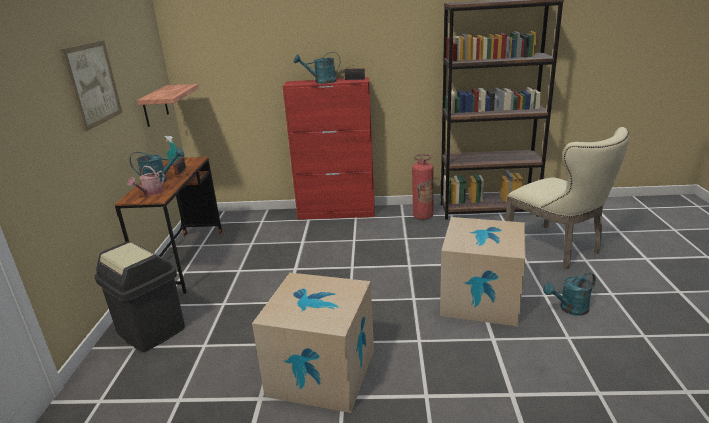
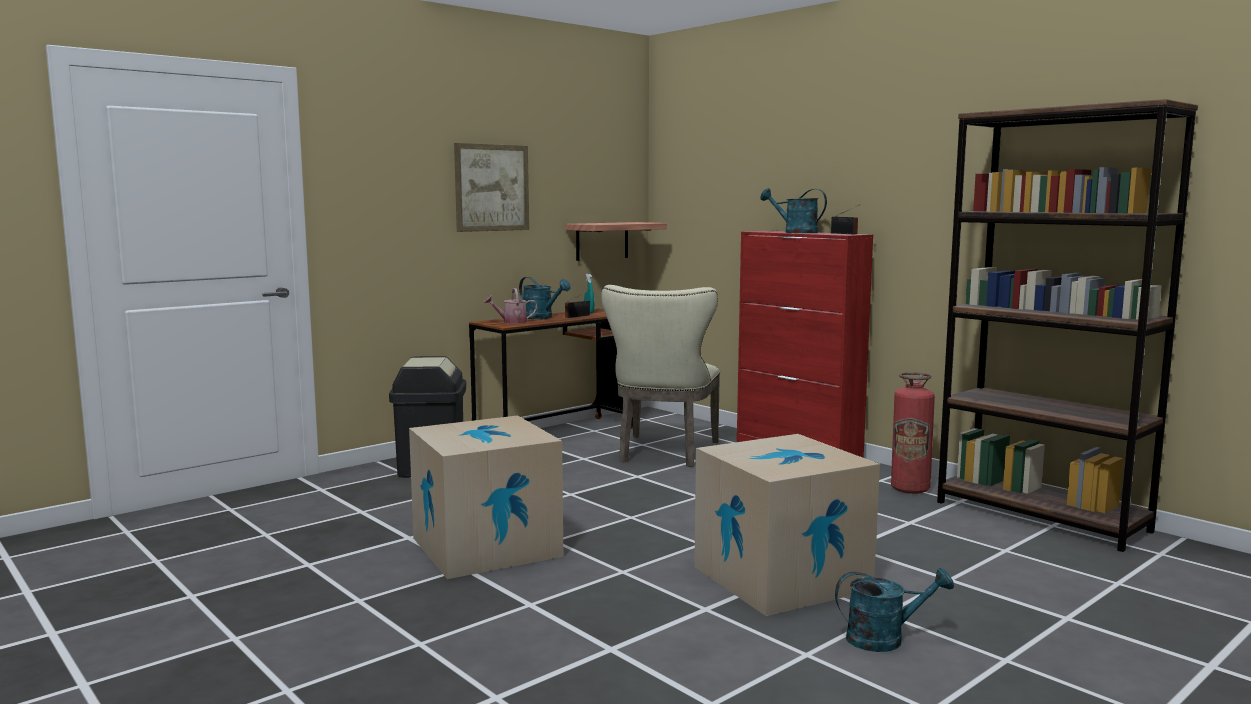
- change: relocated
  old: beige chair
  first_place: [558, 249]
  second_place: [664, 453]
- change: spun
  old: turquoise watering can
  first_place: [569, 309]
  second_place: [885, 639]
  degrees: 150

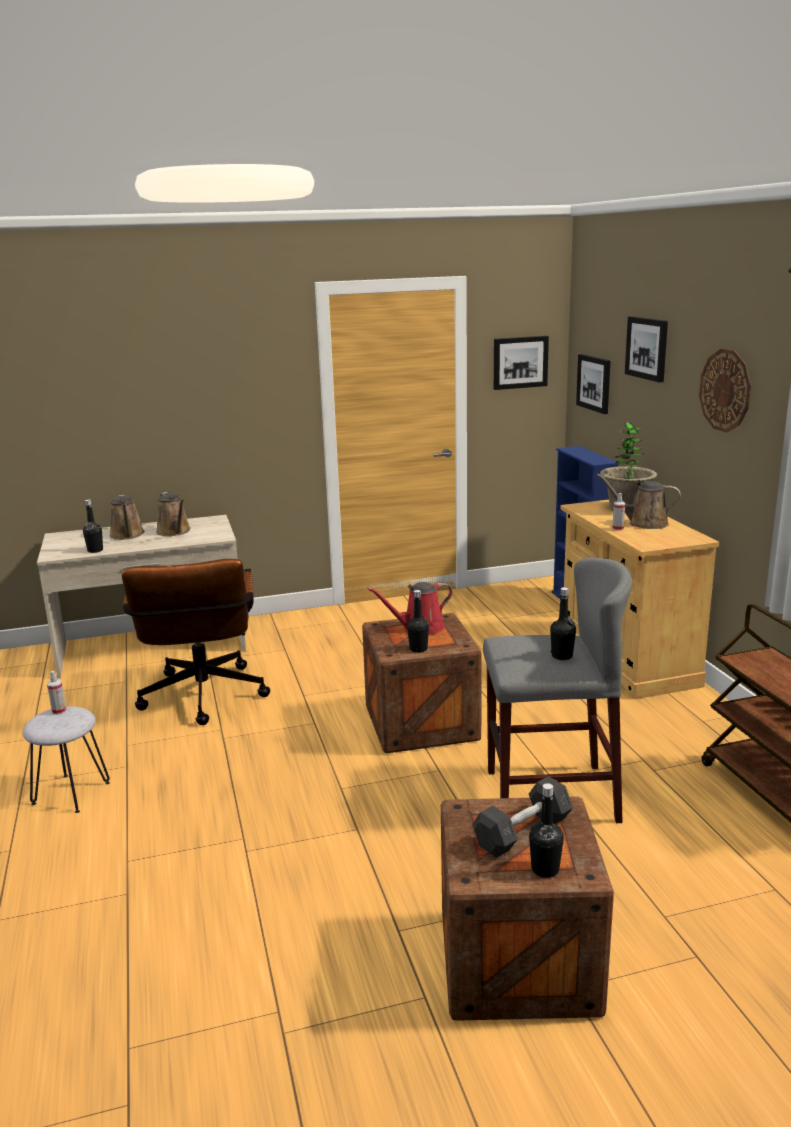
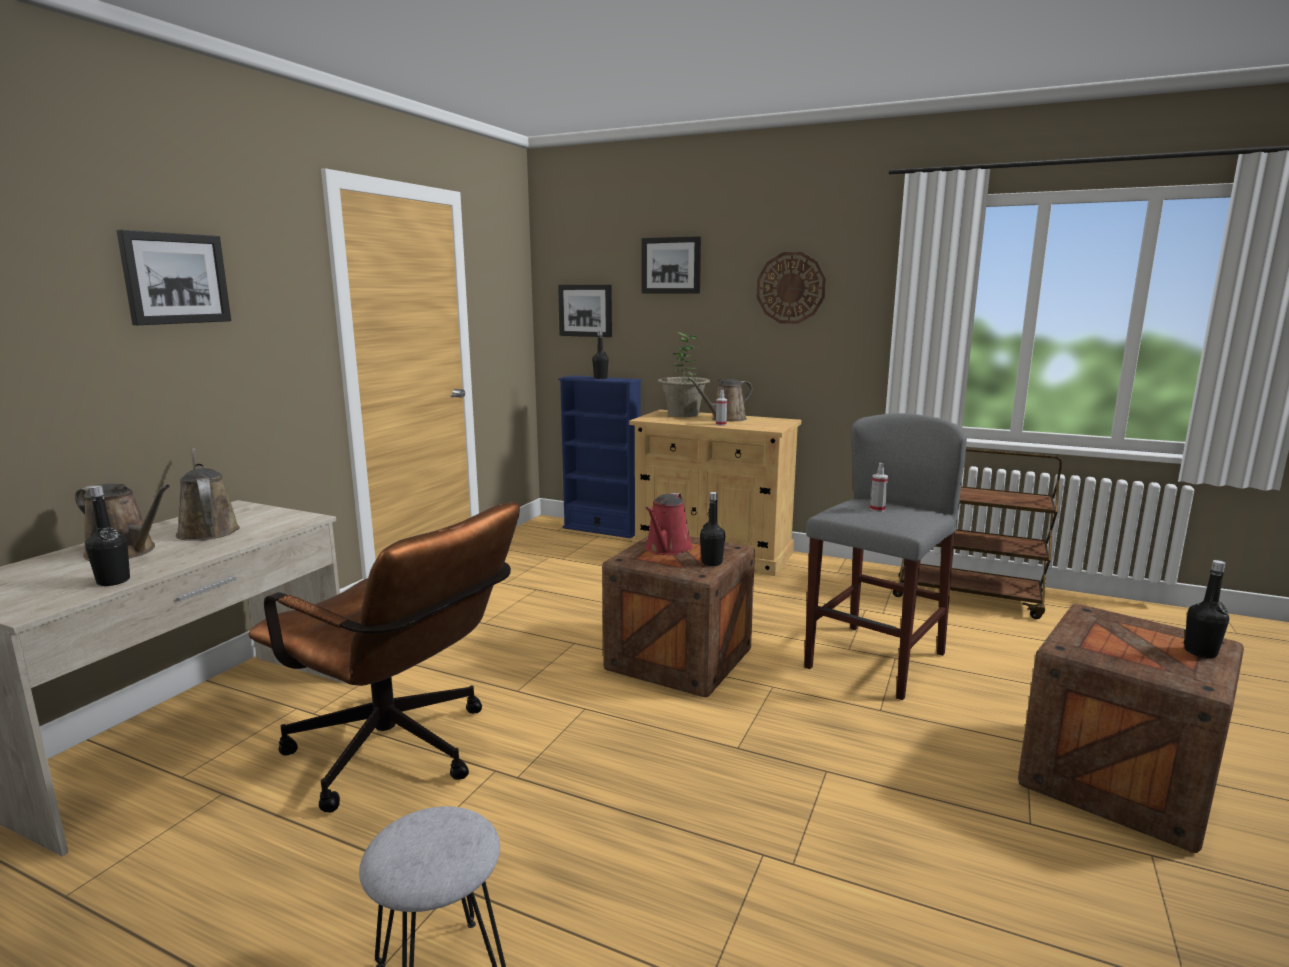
- change: relocated
  old: spray bottle
  first_place: [59, 711]
  second_place: [877, 509]
- change: spun
  old: brown watering can
  first_place: [175, 532]
  second_place: [207, 530]
  degrees: -135
- change: missing
  old: grey dumbbell
  first_place: [522, 832]
- change: relocated
  old: picture
  first_place: [520, 362]
  second_place: [175, 278]
- change: relocated
  old: black bottle
  first_place: [562, 656]
  second_place: [600, 378]

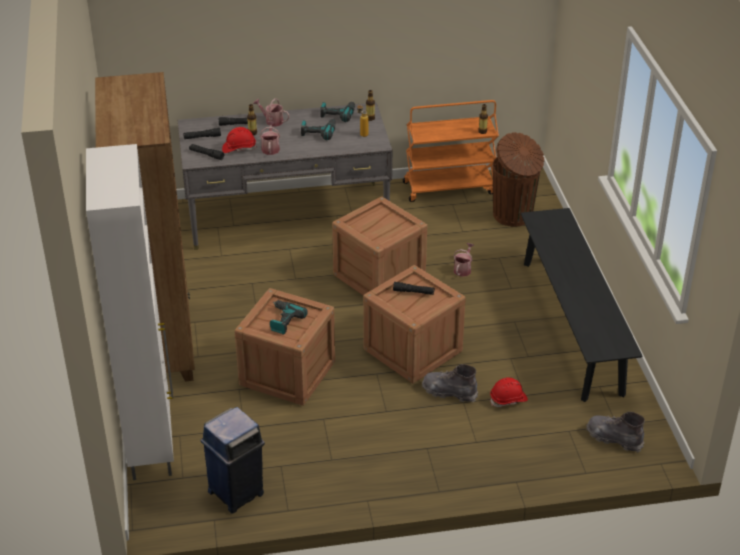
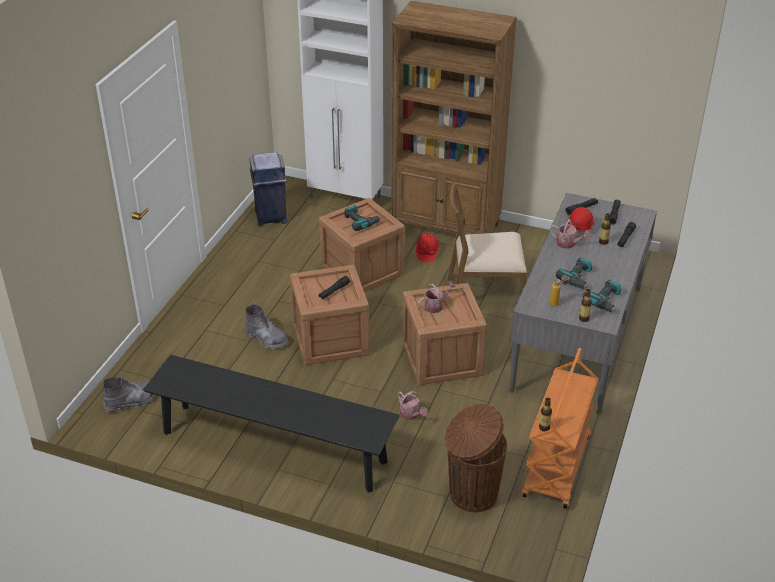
- change: relocated
  old: watering can
  first_place: [272, 121]
  second_place: [436, 306]
- change: spun
  old: grey boot
  first_place: [449, 392]
  second_place: [266, 339]
  degrees: 75
- change: relocated
  old: red hard hat
  first_place: [508, 399]
  second_place: [426, 253]
- change: appeared
  new: brown chair
  second_place: [484, 293]

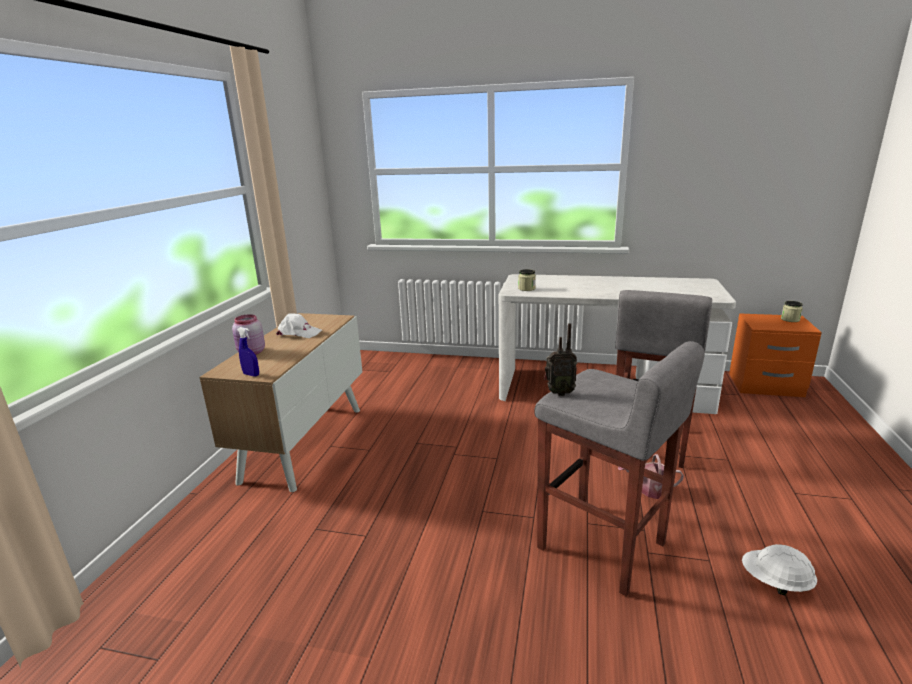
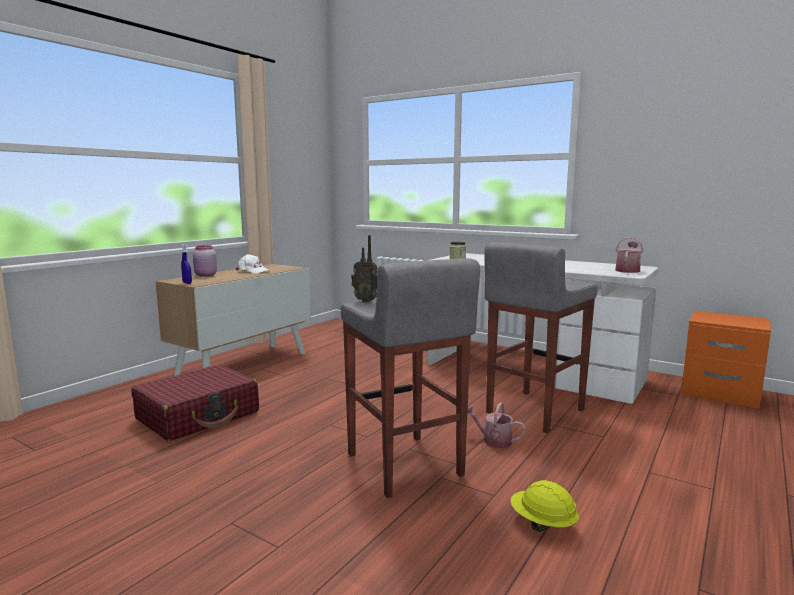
- change: colour
  old: white hard hat
  new: yellow hard hat
  first_place: [775, 583]
  second_place: [542, 524]
- change: missing
  old: jar
  first_place: [790, 319]
- change: appeared
  new: red suitcase
  second_place: [198, 415]
- change: appeared
  new: watering can
  second_place: [628, 270]

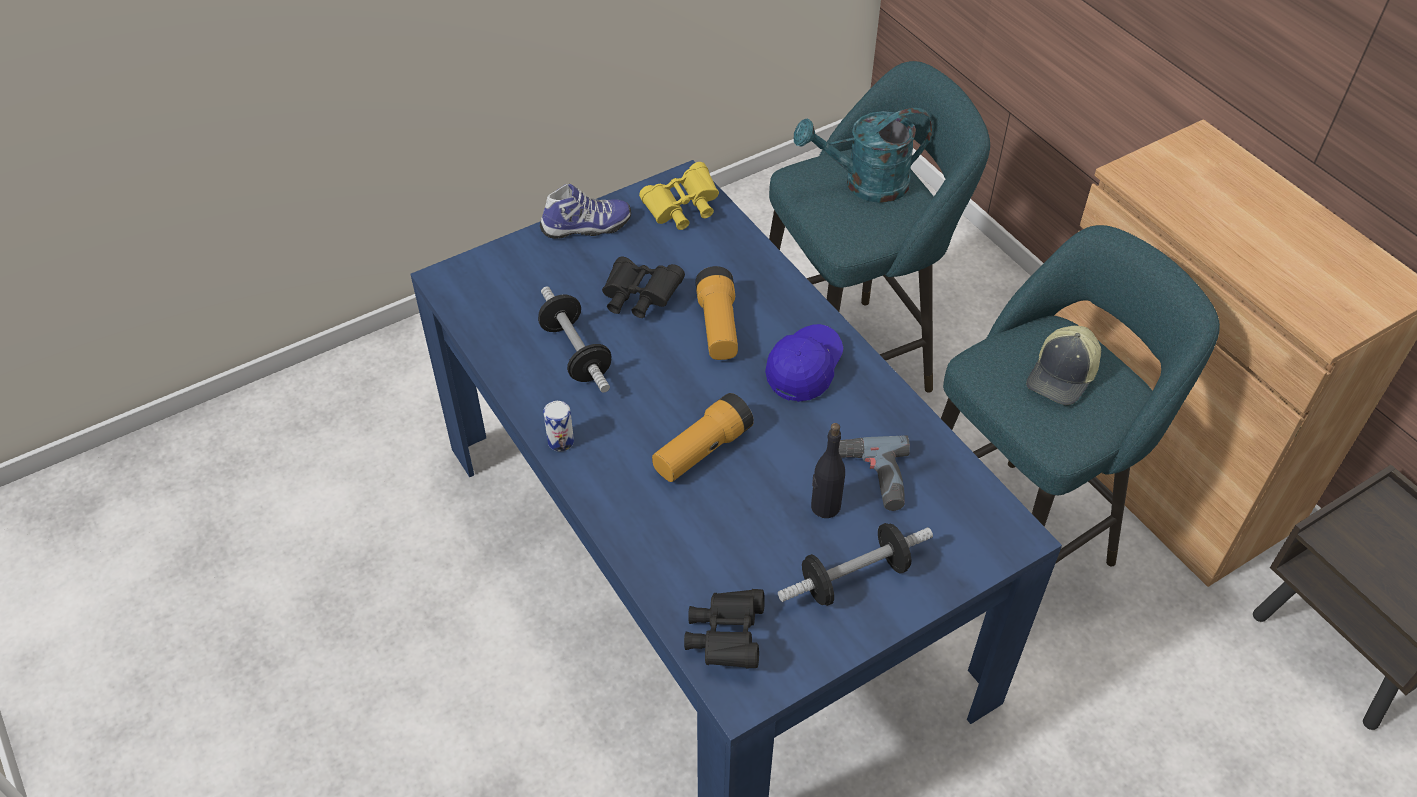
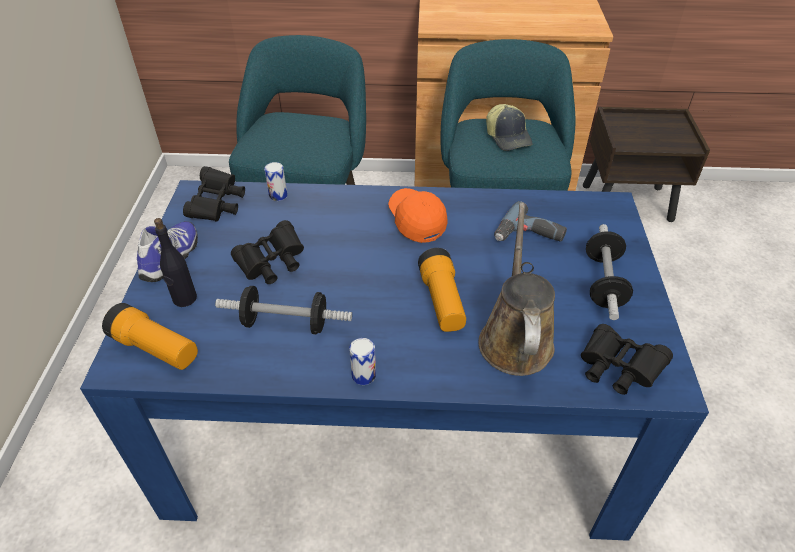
- change: colour
  old: yellow binoculars
  new: black binoculars
  first_place: [682, 209]
  second_place: [218, 205]
- change: relocated
  old: flashlight
  first_place: [718, 327]
  second_place: [155, 348]
- change: colour
  old: blue cap
  new: orange cap
  first_place: [804, 369]
  second_place: [416, 221]
- change: missing
  old: turquoise watering can
  first_place: [865, 184]
- change: relocated
  old: black bottle
  first_place: [825, 506]
  second_place: [184, 299]
- change: appeared
  new: can
  second_place: [278, 195]
- change: appeared
  new: brown watering can
  second_place: [515, 338]

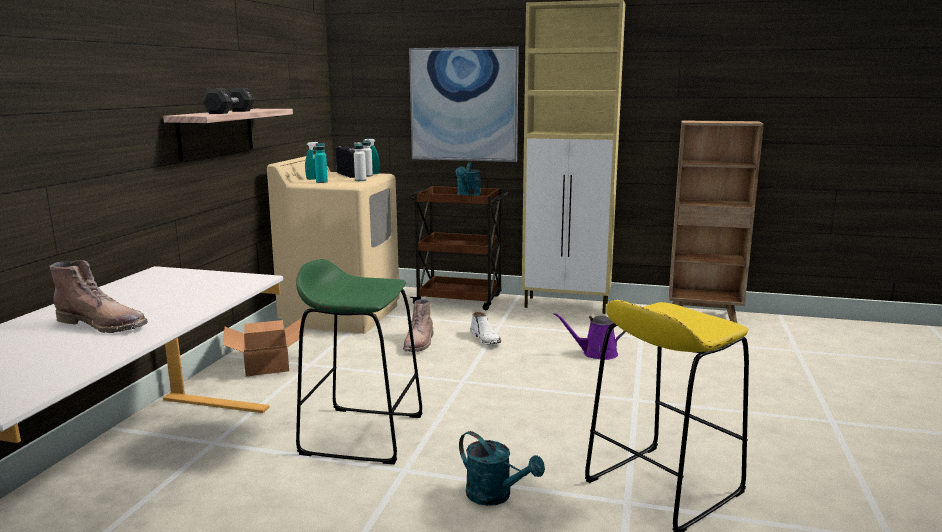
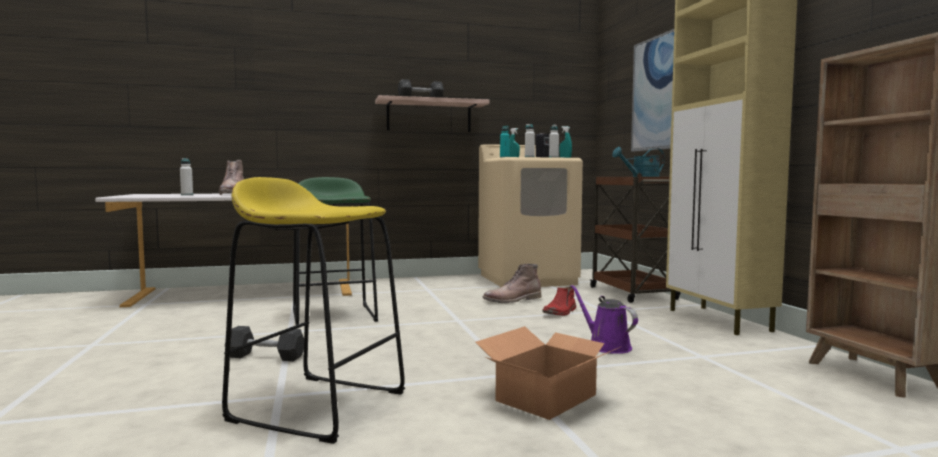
- change: relocated
  old: cardboard box
  first_place: [267, 363]
  second_place: [548, 398]
- change: exchanged
  old: turquoise watering can
  new: black dumbbell
  first_place: [496, 496]
  second_place: [265, 356]
- change: colour
  old: white boot
  new: red boot
  first_place: [486, 339]
  second_place: [560, 312]
- change: appeared
  new: white bottle
  second_place: [187, 195]

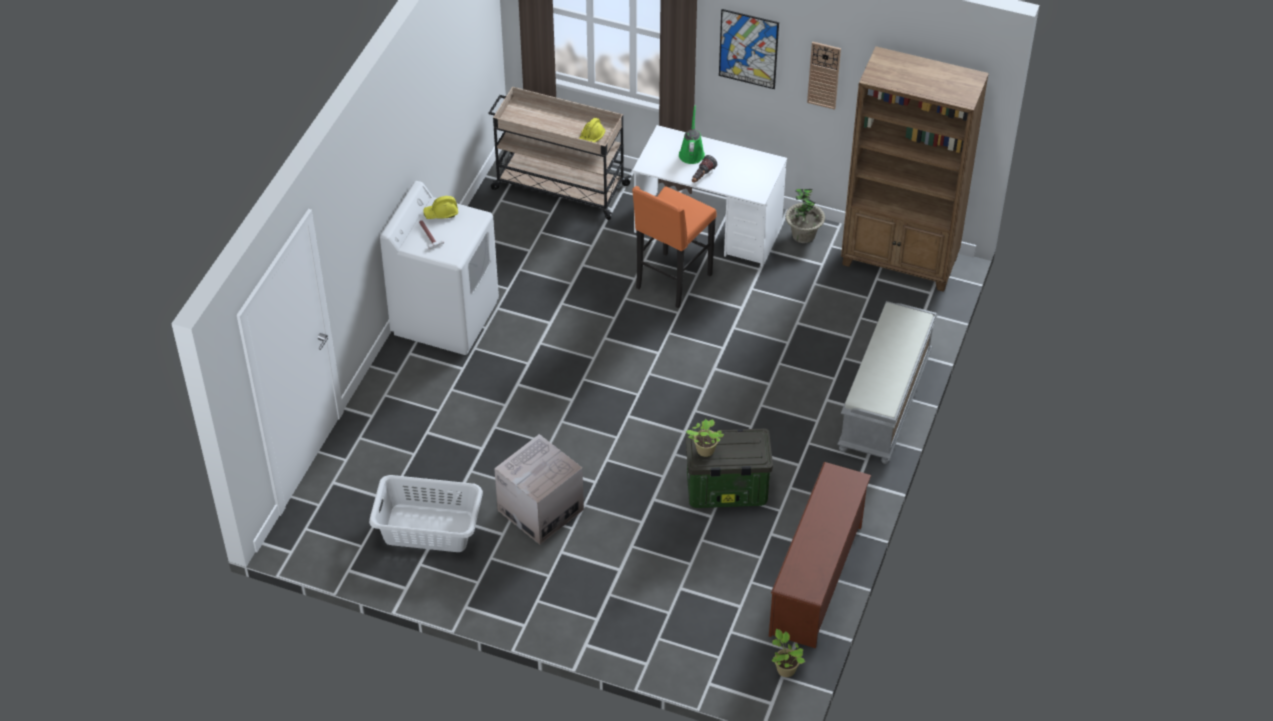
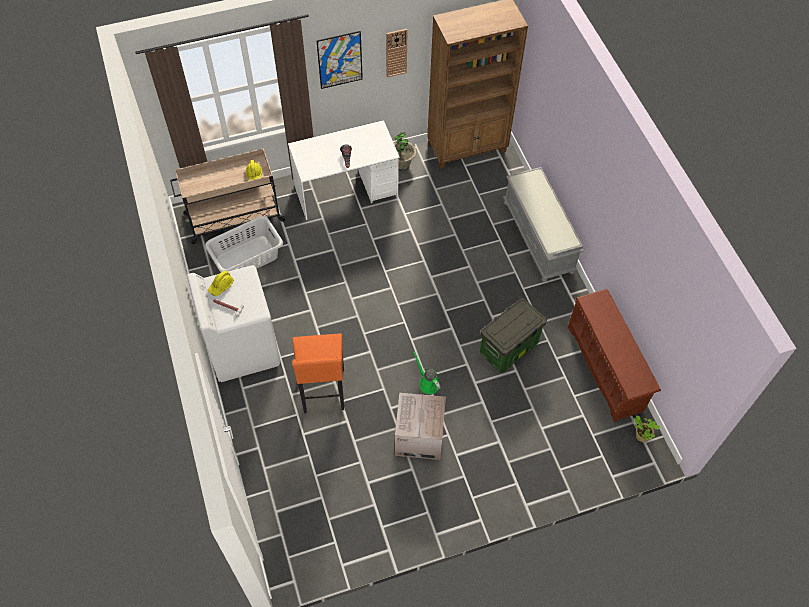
- change: relocated
  old: grey laundry basket
  first_place: [428, 527]
  second_place: [246, 257]
- change: relocated
  old: orange stool
  first_place: [672, 282]
  second_place: [323, 392]
- change: relocated
  old: green watering can
  first_place: [691, 153]
  second_place: [427, 383]
- change: missing
  old: potted plant
  first_place: [704, 451]

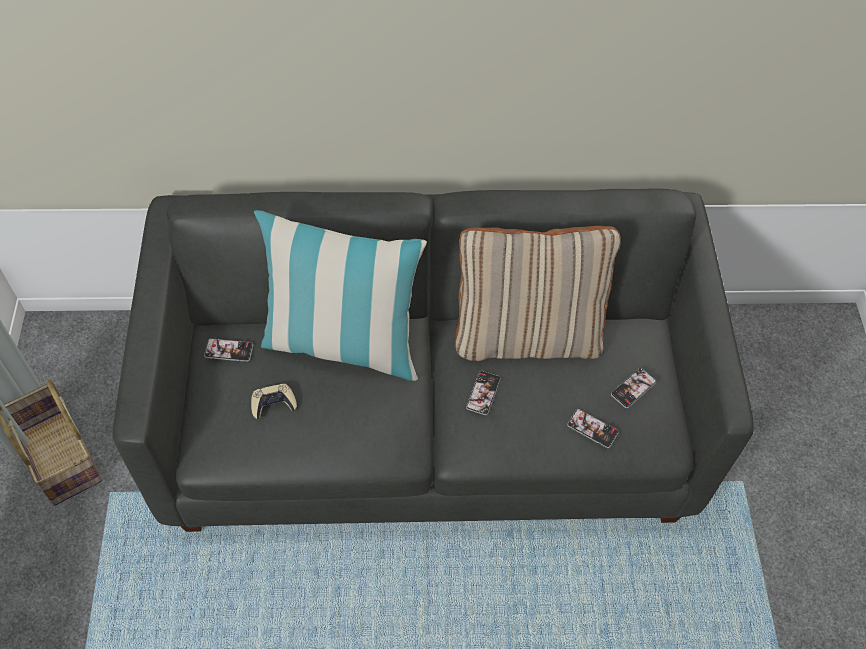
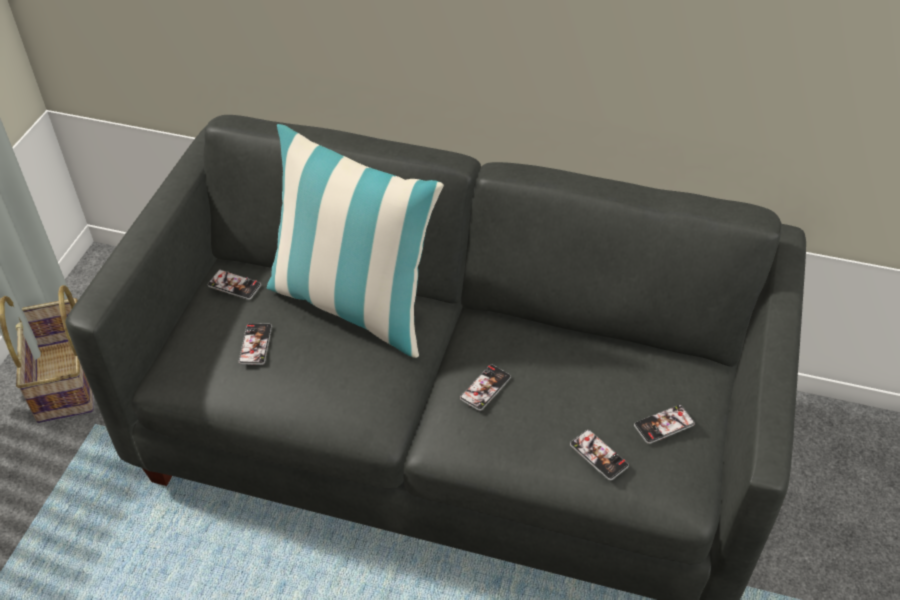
- change: exchanged
  old: beige game controller
  new: phone
  first_place: [273, 403]
  second_place: [255, 344]
- change: missing
  old: beige pillow
  first_place: [526, 334]

